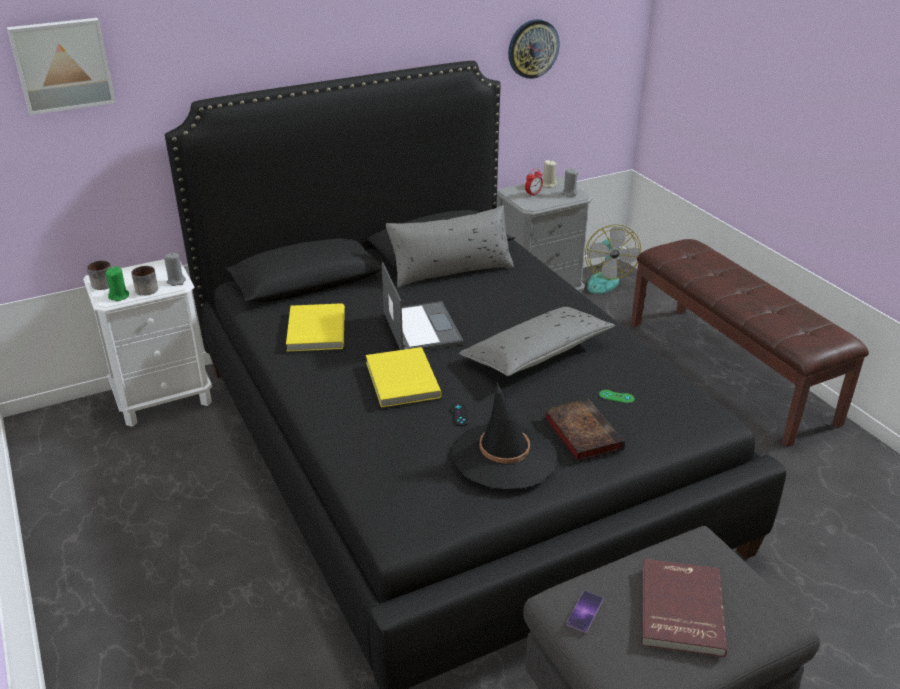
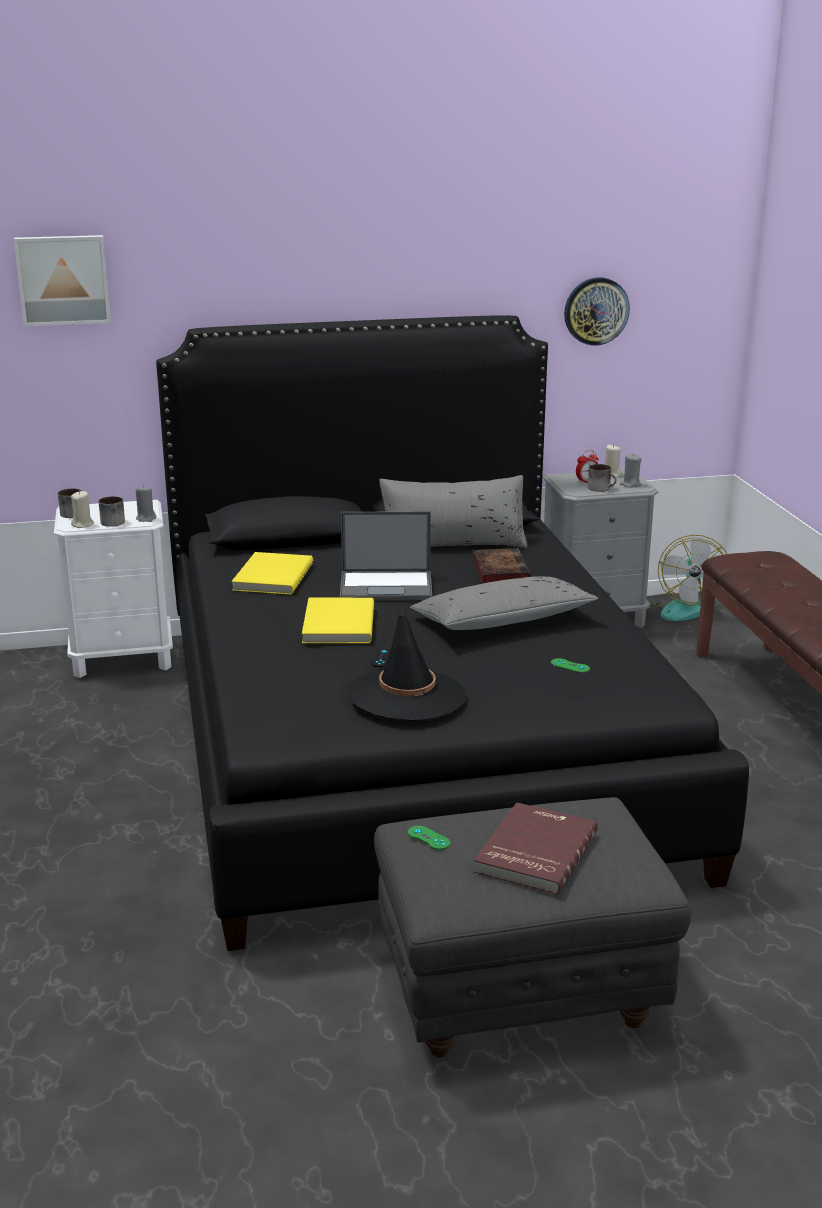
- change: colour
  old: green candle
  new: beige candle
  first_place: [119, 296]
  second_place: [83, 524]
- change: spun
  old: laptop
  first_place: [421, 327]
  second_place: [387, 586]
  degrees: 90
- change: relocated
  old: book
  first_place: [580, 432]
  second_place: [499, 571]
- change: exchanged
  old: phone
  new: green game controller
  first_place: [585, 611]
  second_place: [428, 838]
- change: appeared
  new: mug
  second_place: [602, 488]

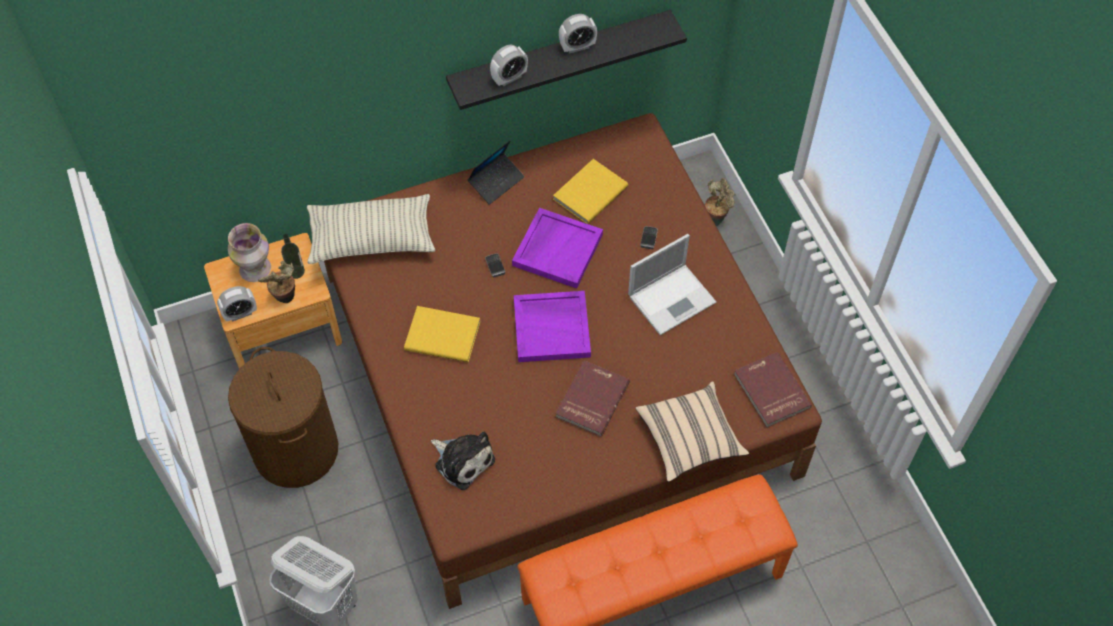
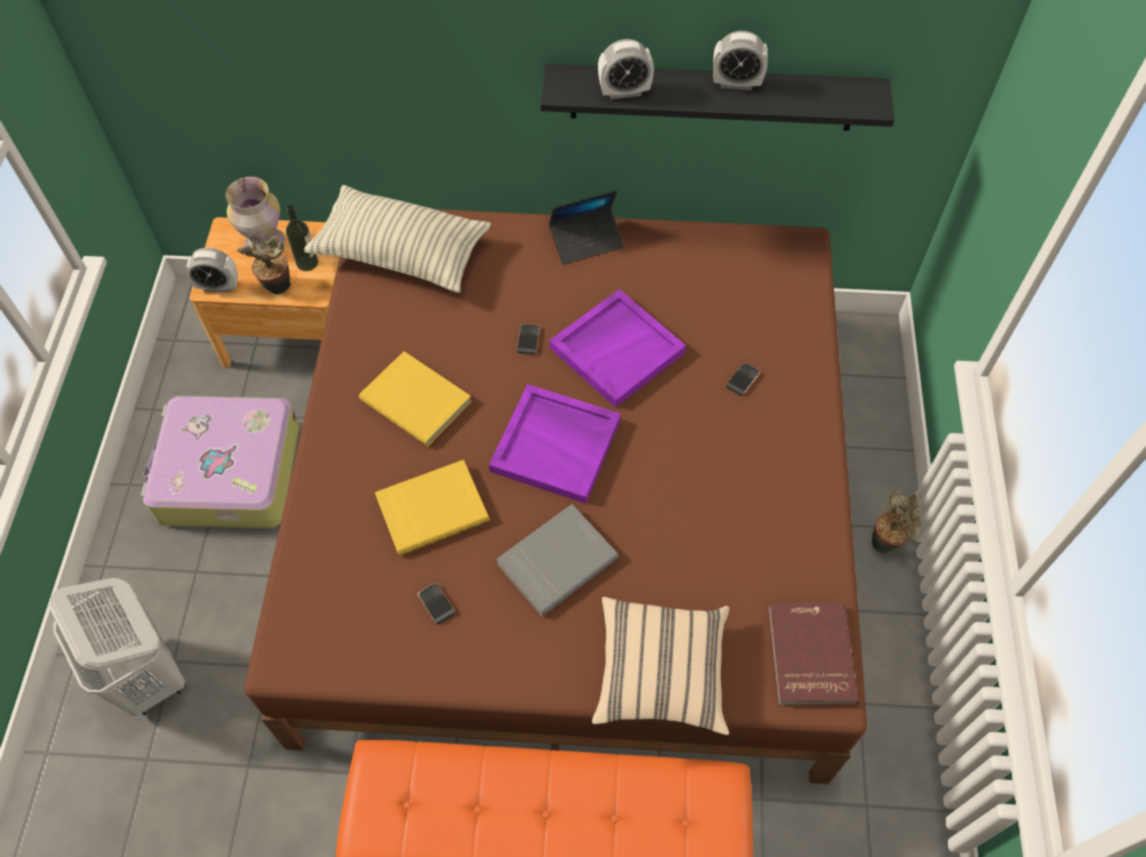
- change: exchanged
  old: brown laundry basket
  new: suitcase
  first_place: [296, 450]
  second_place: [228, 474]
- change: missing
  old: plush toy
  first_place: [462, 460]
- change: relocated
  old: yellow book
  first_place: [589, 192]
  second_place: [431, 508]
- change: colour
  old: red book
  new: grey book
  first_place: [591, 399]
  second_place: [556, 560]
- change: missing
  old: laptop
  first_place: [673, 298]
- change: relocated
  old: potted plant
  first_place: [715, 218]
  second_place: [887, 542]
- change: appeared
  new: phone
  second_place: [436, 604]

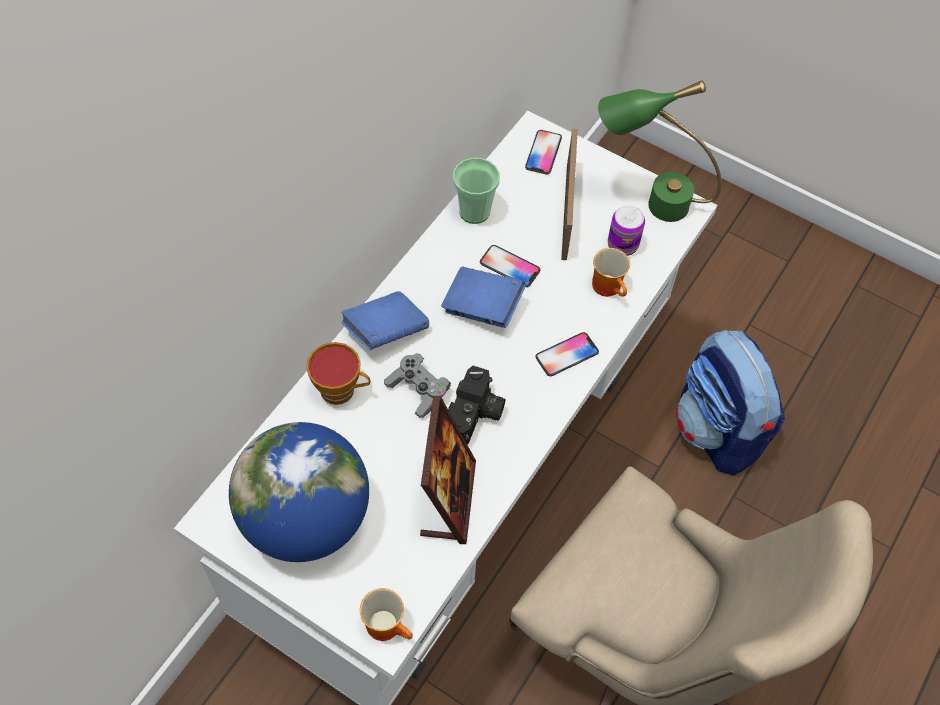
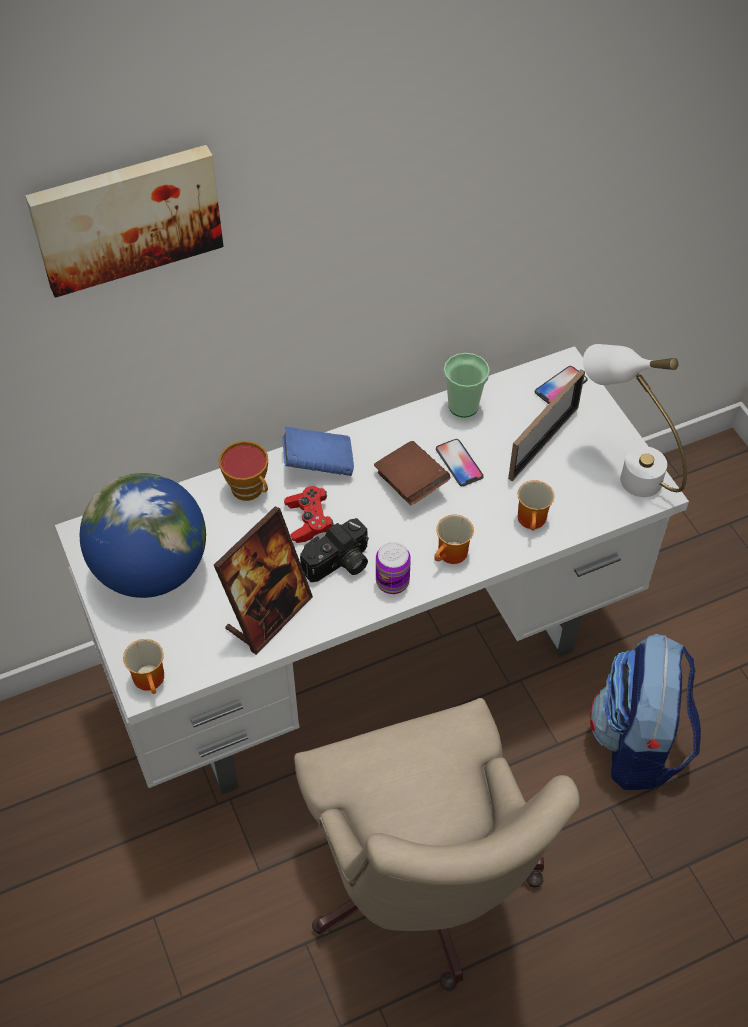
- change: colour
  old: grey game controller
  new: red game controller
  first_place: [418, 390]
  second_place: [309, 520]
- change: colour
  old: blue book
  new: brown book
  first_place: [482, 307]
  second_place: [411, 484]
- change: exchanged
  old: phone
  new: mug
  first_place: [567, 355]
  second_place: [452, 556]
- change: colour
  old: green table lamp
  new: white table lamp
  first_place: [648, 202]
  second_place: [624, 469]
- change: relocated
  old: can
  first_place: [623, 244]
  second_place: [392, 581]
- change: appeared
  new: picture
  second_place: [126, 217]

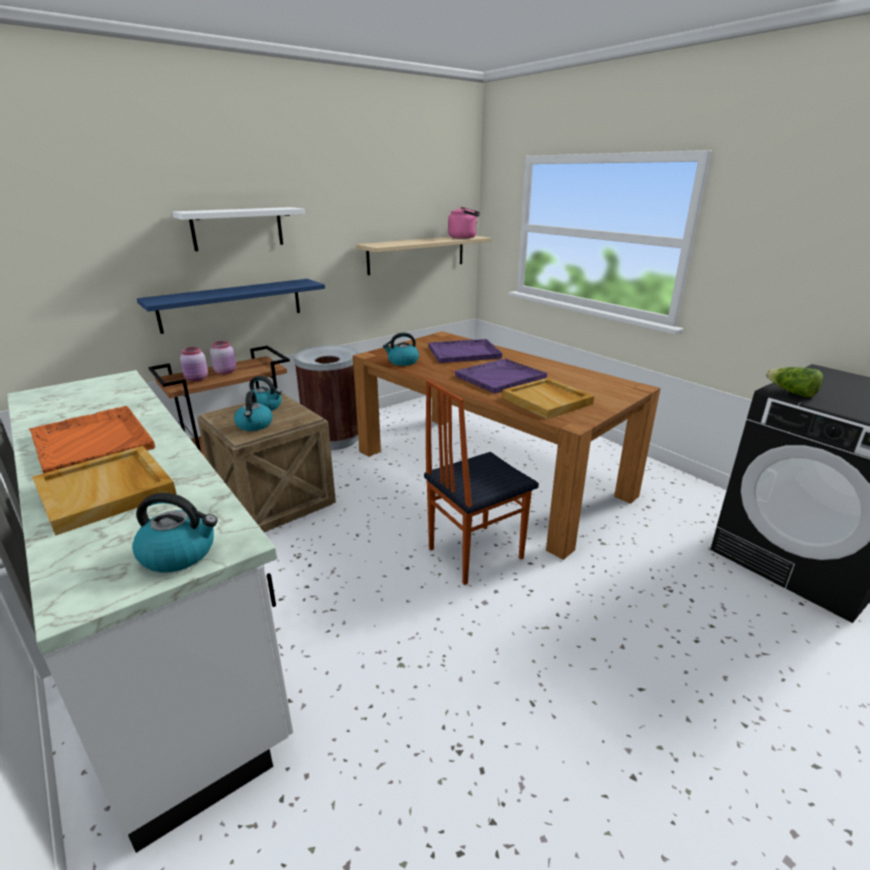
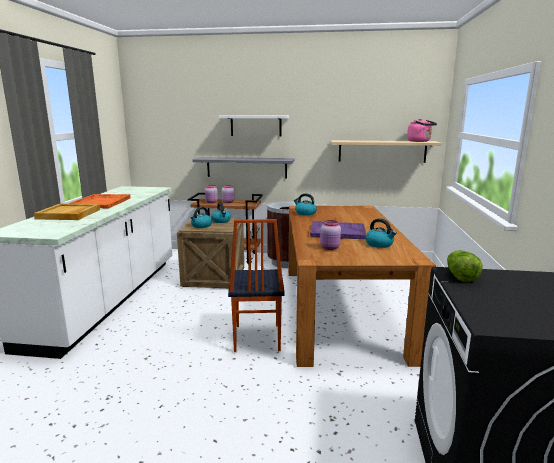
- change: relocated
  old: kettle
  first_place: [180, 553]
  second_place: [379, 244]
- change: colour
  old: blue shelf
  new: grey shelf
  first_place: [232, 305]
  second_place: [246, 167]
- change: spun
  old: chair
  first_place: [474, 553]
  second_place: [256, 338]
  degrees: -105
- change: missing
  old: purple tray
  first_place: [465, 352]
- change: exchanged
  old: beige tray
  new: pink jar
  first_place: [547, 401]
  second_place: [330, 248]

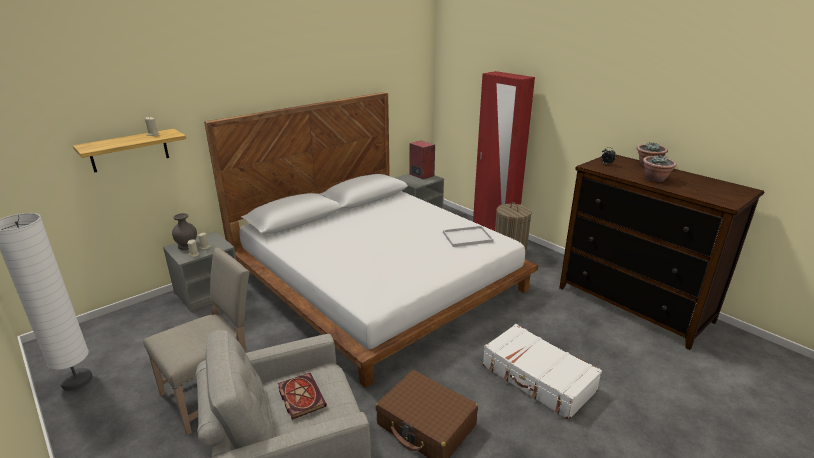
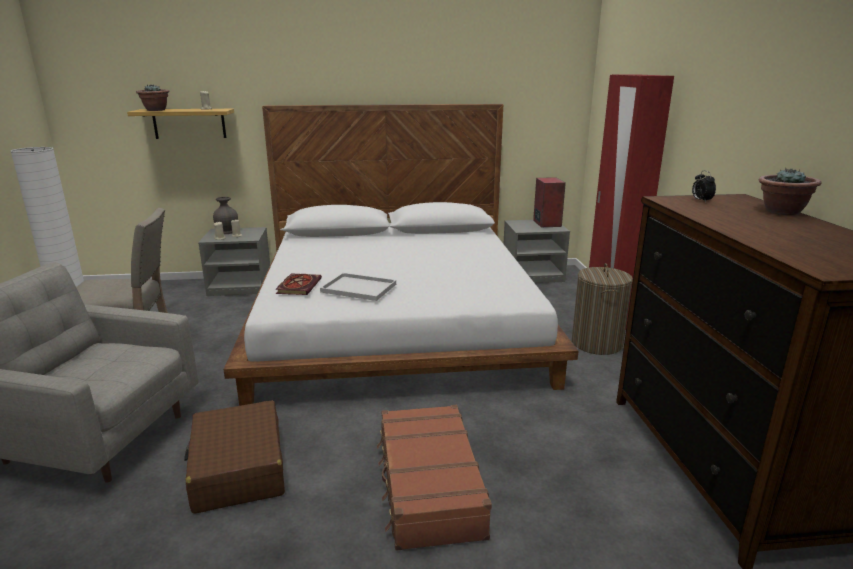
- change: relocated
  old: book
  first_place: [300, 396]
  second_place: [298, 286]
- change: relocated
  old: white tray
  first_place: [468, 237]
  second_place: [360, 288]
- change: colour
  old: white suitcase
  new: brown suitcase
  first_place: [537, 379]
  second_place: [428, 486]
- change: relocated
  old: potted plant
  first_place: [655, 179]
  second_place: [156, 110]

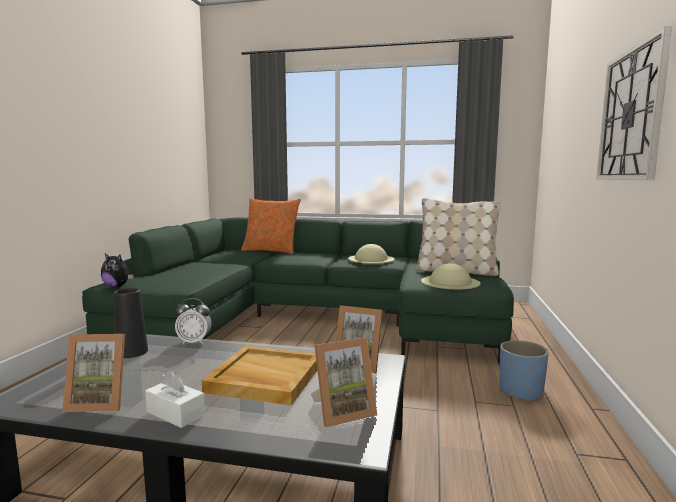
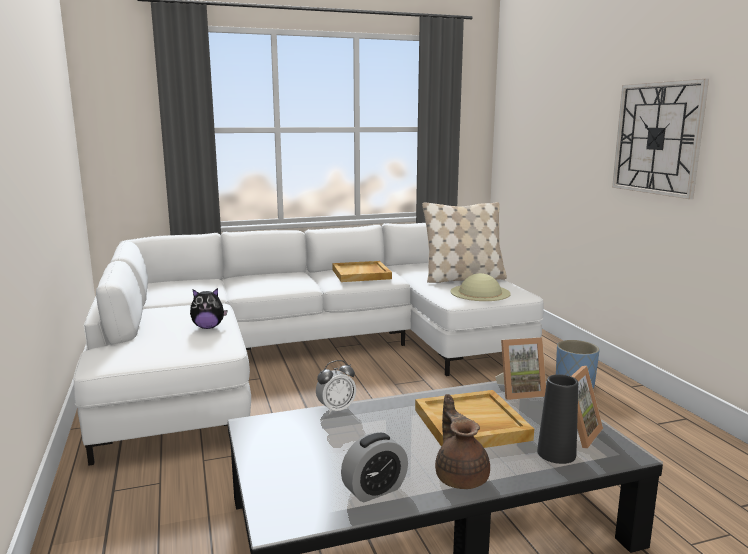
- change: exchanged
  old: picture frame
  new: alarm clock
  first_place: [101, 402]
  second_place: [374, 490]
- change: colour
  old: green sofa
  new: white sofa
  first_place: [314, 318]
  second_place: [305, 354]
- change: relocated
  old: plush toy
  first_place: [117, 287]
  second_place: [208, 327]
- change: relocated
  old: black vase
  first_place: [131, 352]
  second_place: [556, 453]
- change: exchanged
  old: white tissue box
  new: brown teapot
  first_place: [175, 413]
  second_place: [461, 476]
- change: missing
  old: orange pillow
  first_place: [271, 251]
- change: exchanged
  old: beige hat
  new: beige tray
  first_place: [371, 259]
  second_place: [361, 274]

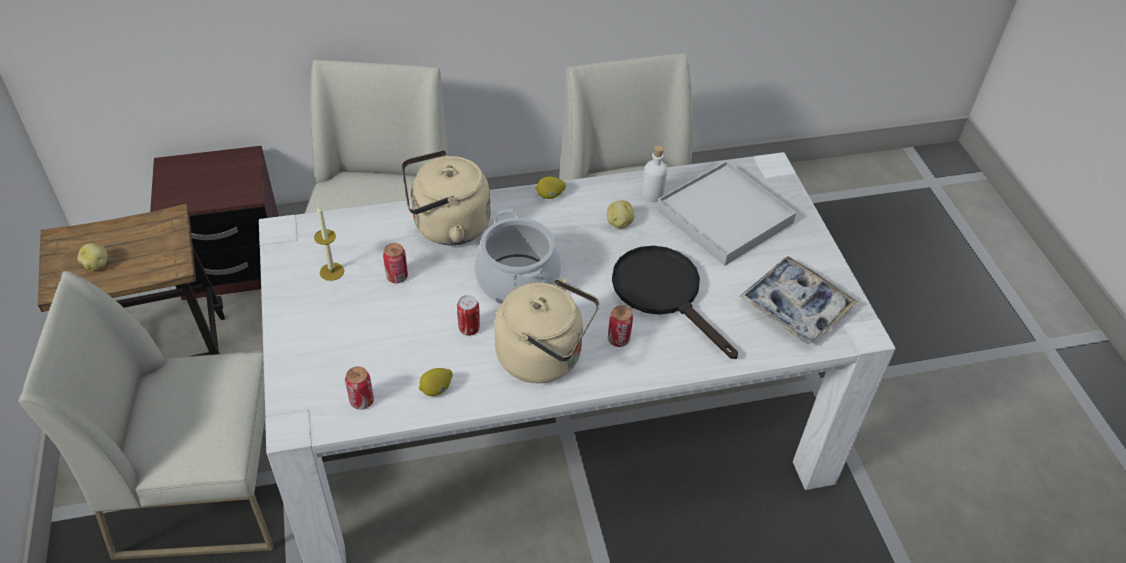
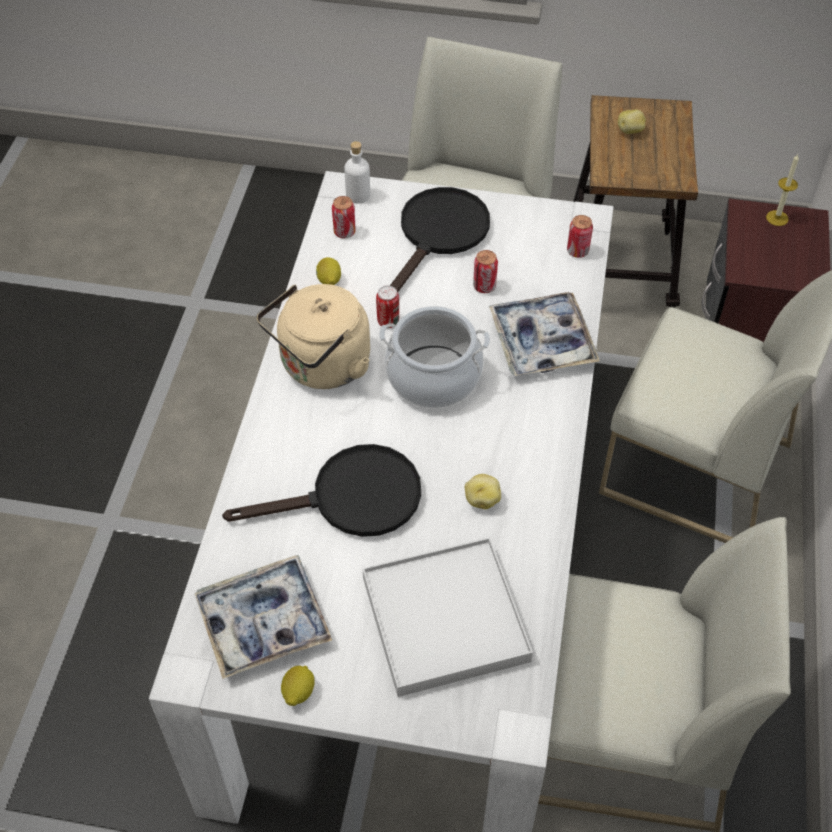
- change: relocated
  old: candle
  first_place: [332, 271]
  second_place: [777, 218]
- change: exchanged
  old: beige kettle
  new: tray
  first_place: [446, 226]
  second_place: [542, 341]
- change: relocated
  old: lemon
  first_place: [550, 195]
  second_place: [298, 692]
- change: relocated
  old: can
  first_place: [618, 339]
  second_place: [577, 251]
- change: relocated
  old: white bottle
  first_place: [652, 194]
  second_place: [358, 195]
- change: appeared
  new: black frying pan
  second_place: [439, 235]

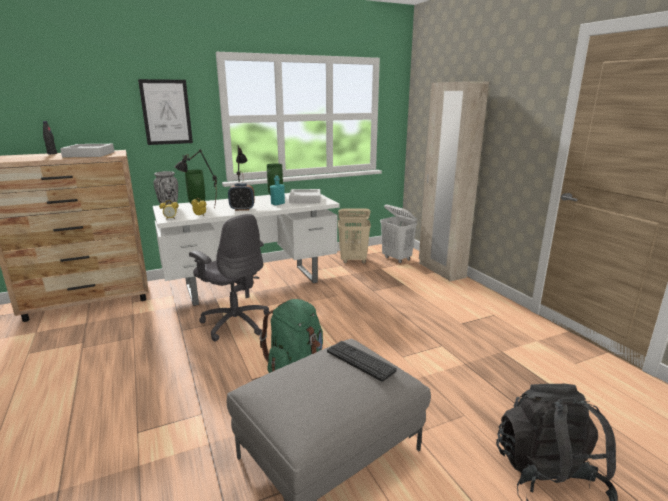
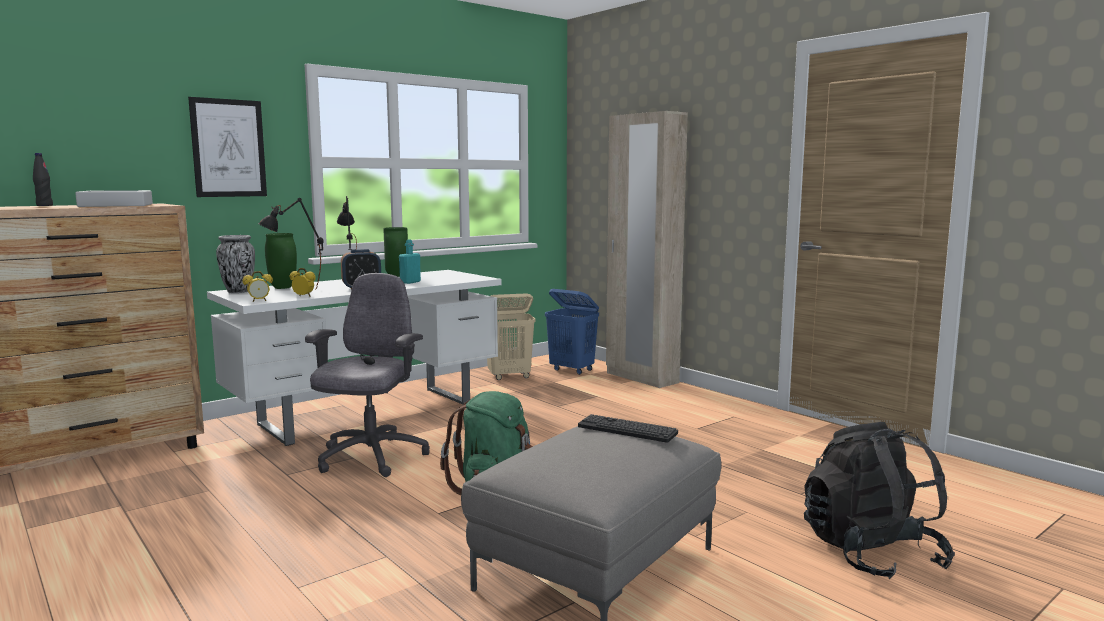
- change: spun
  old: grey office chair
  first_place: [235, 323]
  second_place: [370, 458]
  degrees: -105
- change: missing
  old: grey tray
  first_place: [305, 199]
- change: colour
  old: white laundry basket
  new: blue laundry basket
  first_place: [397, 258]
  second_place: [572, 370]

